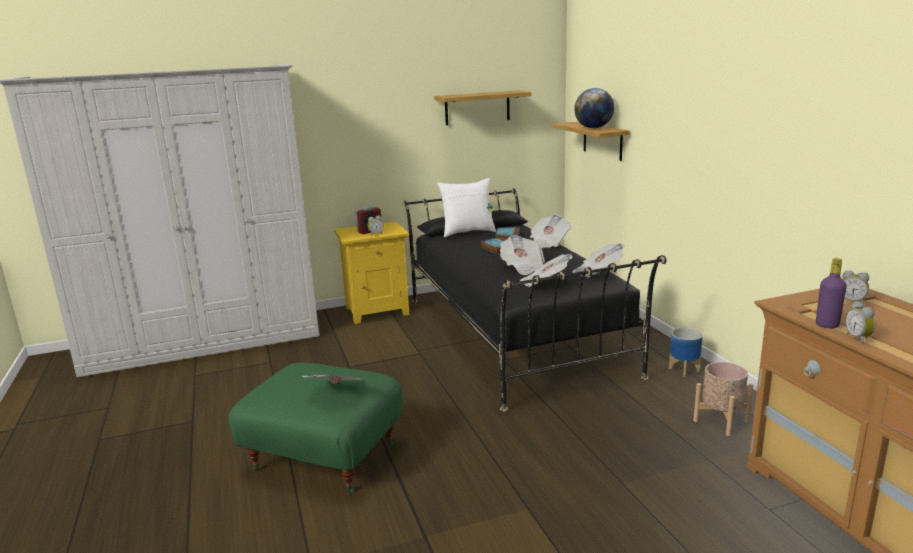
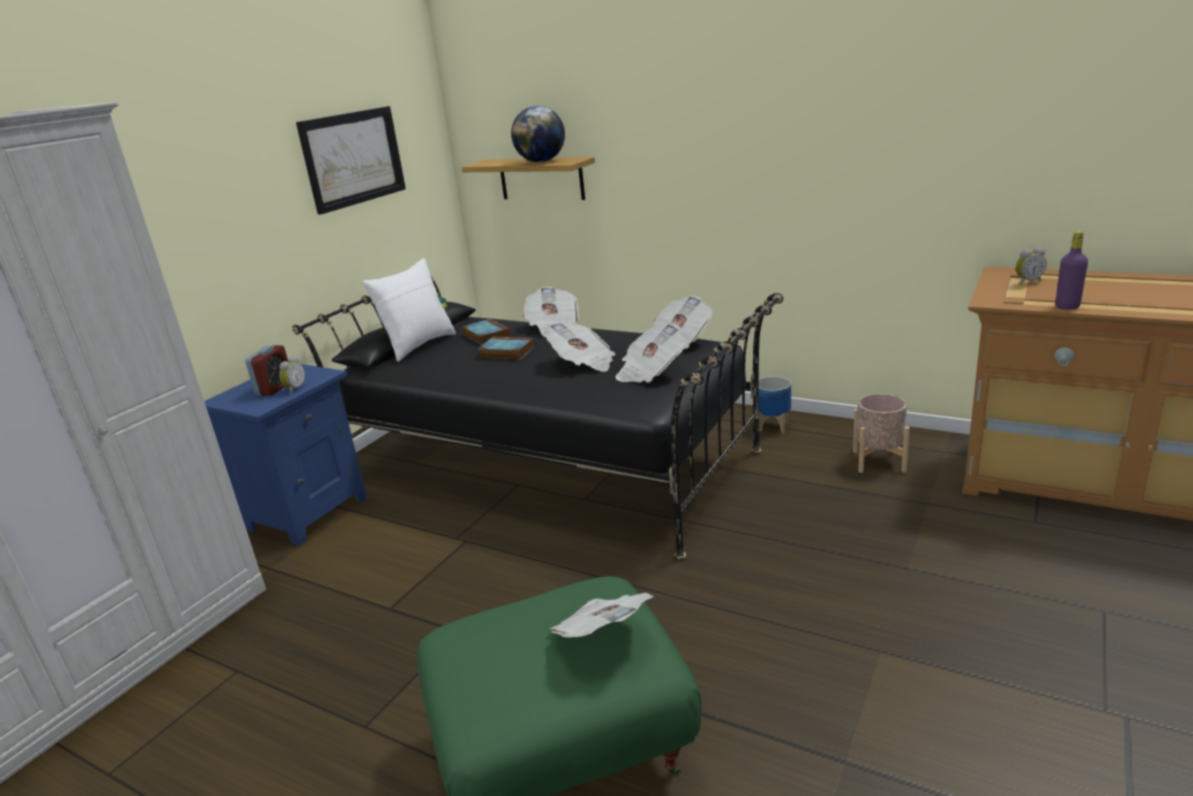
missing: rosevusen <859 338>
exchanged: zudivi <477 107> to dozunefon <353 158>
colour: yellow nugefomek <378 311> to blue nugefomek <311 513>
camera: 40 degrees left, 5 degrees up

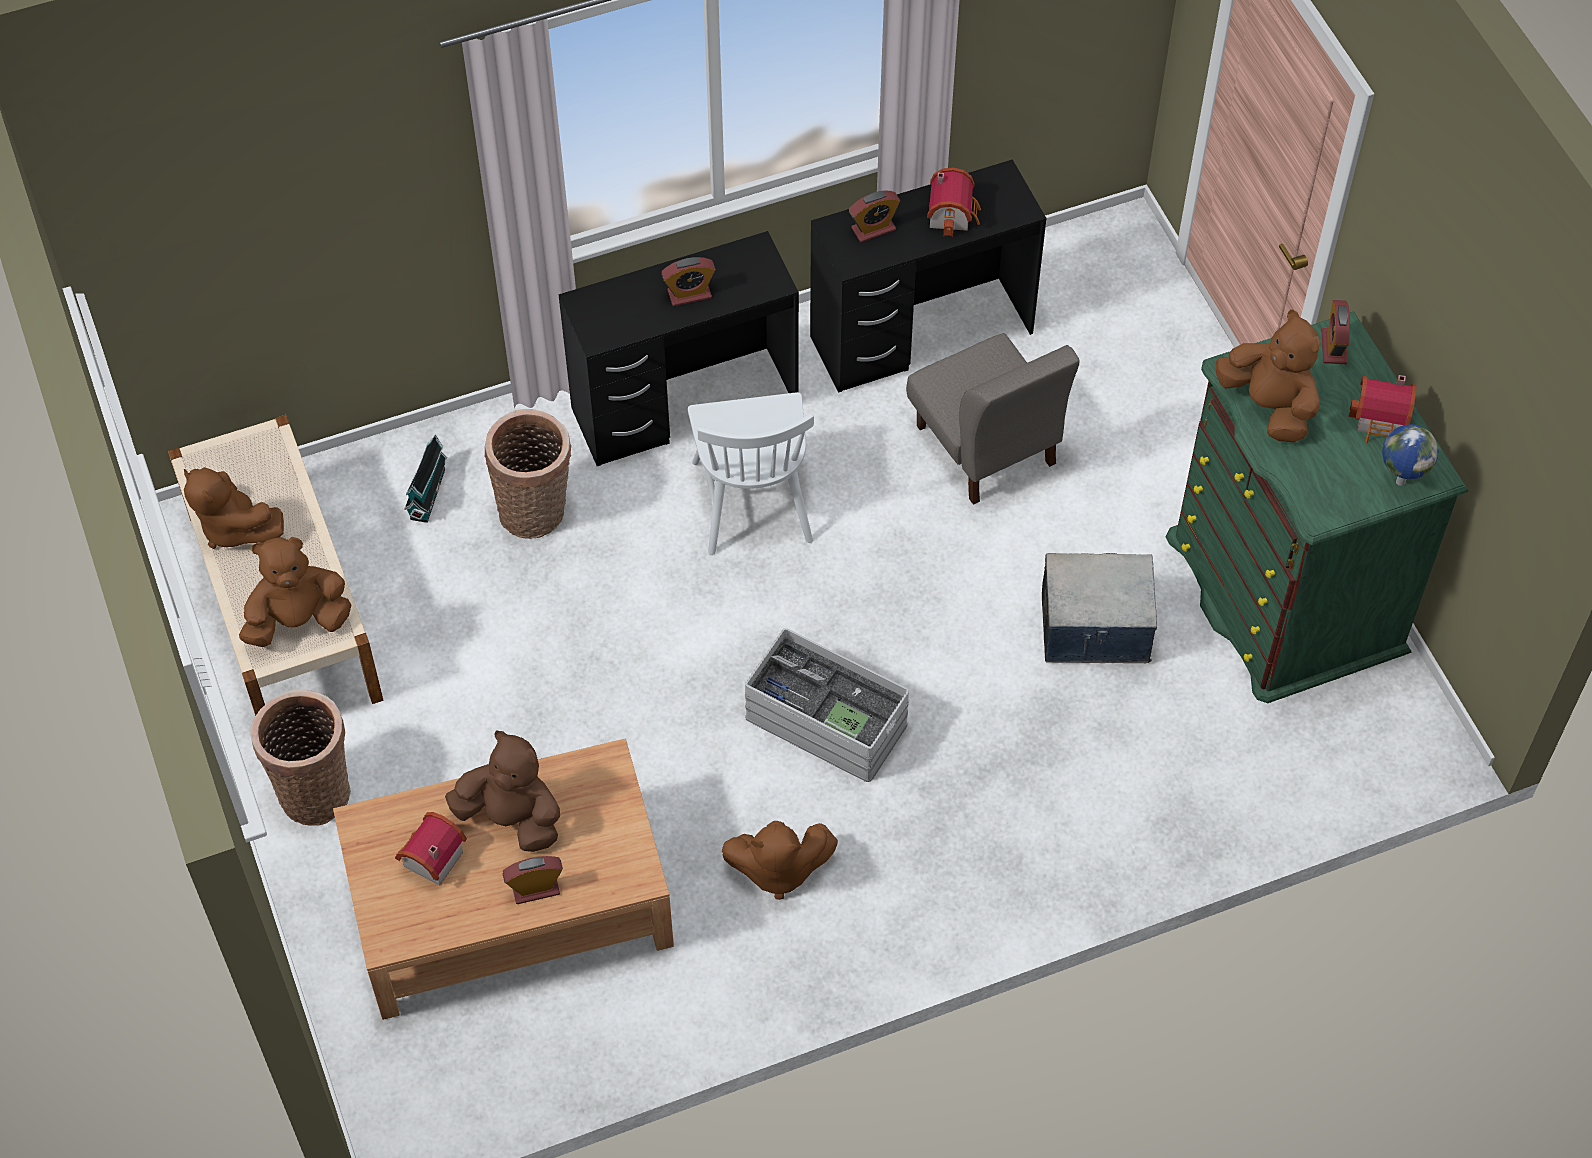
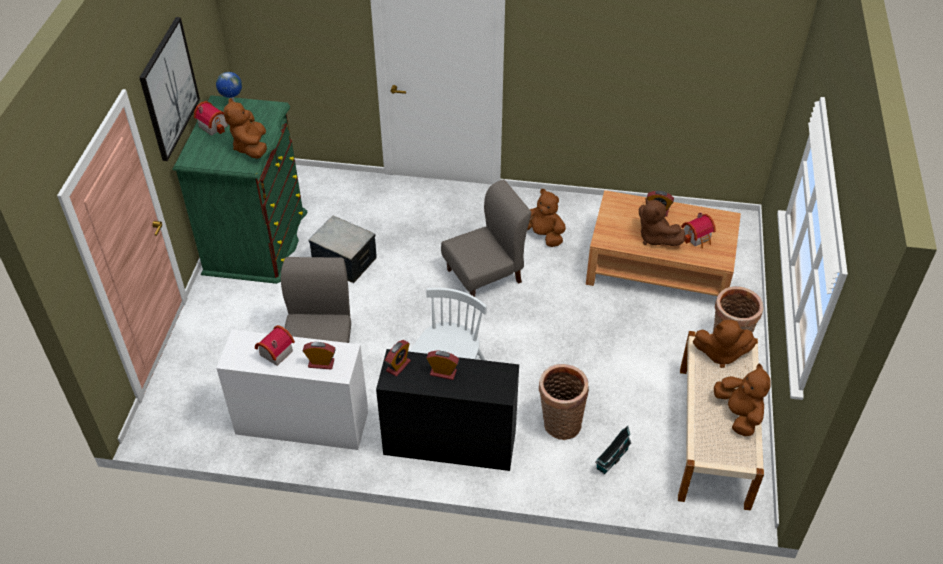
appeared: dozunefon <169 89>
relocated: rosevusen <1334 347> to <398 366>
exchanged: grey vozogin <825 722> to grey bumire <485 276>
colour: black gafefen <921 334> to white gafefen <302 423>
camera: 150 degrees left, 10 degrees down

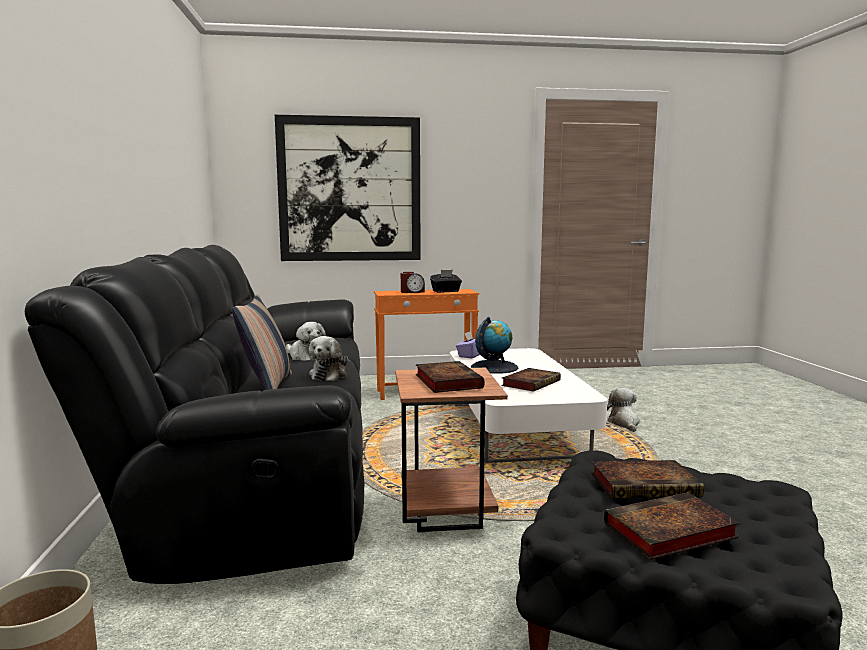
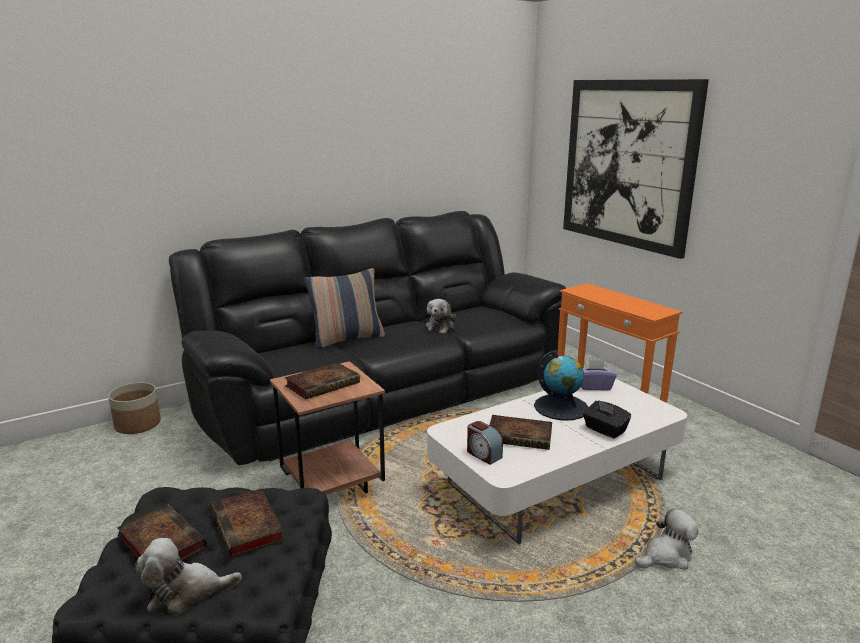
relocated: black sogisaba <446 291> to <604 430>; rosevusen <412 292> to <483 454>; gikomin <329 375> to <185 593>
camera: 65 degrees right, 10 degrees up

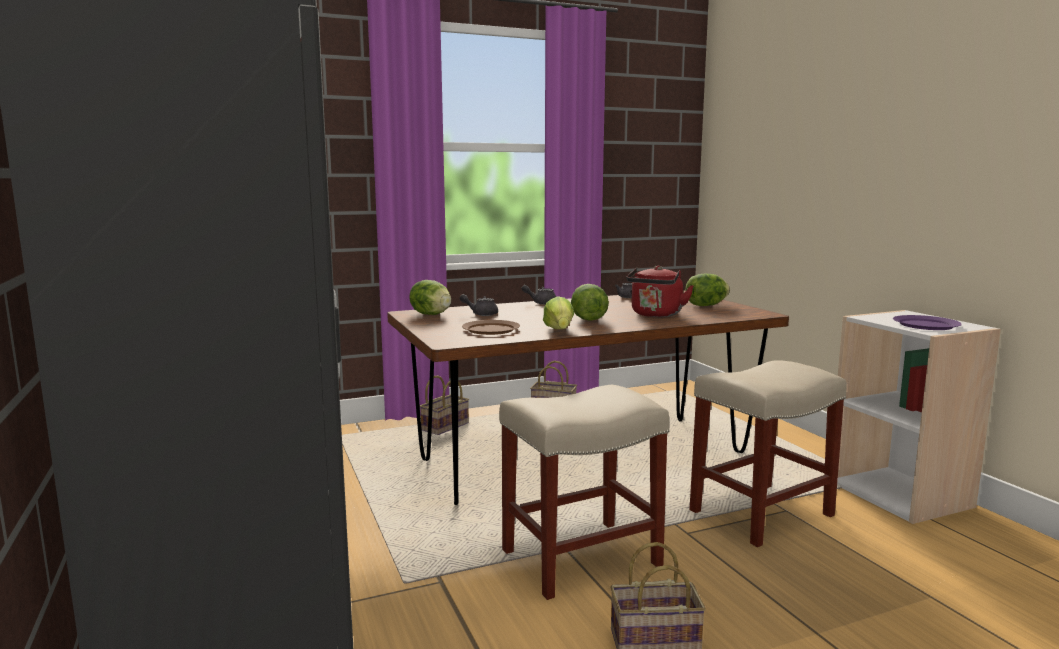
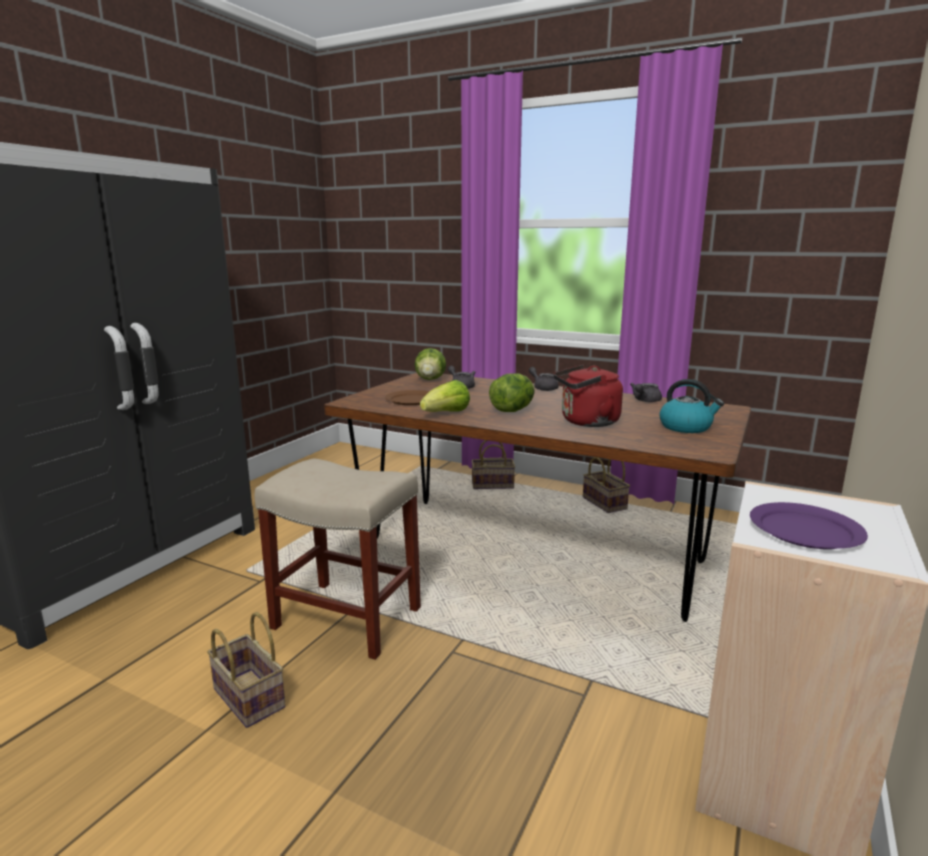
missing: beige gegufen <760 514>
exchanged: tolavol <706 305> to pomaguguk <686 427>
camera: 50 degrees right, 5 degrees up

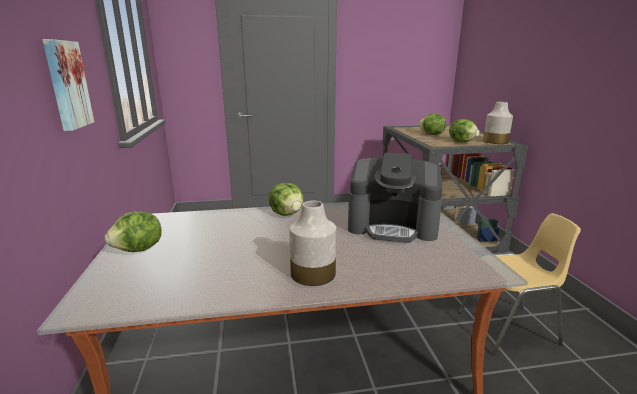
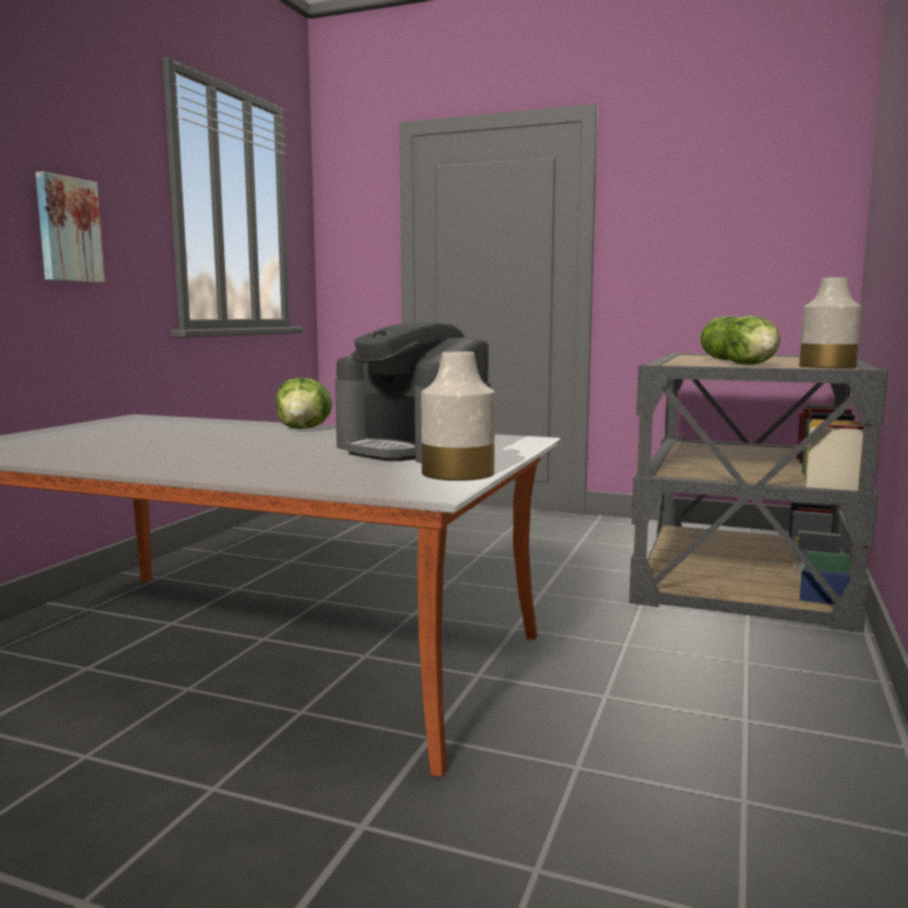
missing: tolavol <139 250>; yellow bumire <509 328>
relocated: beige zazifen <313 273> to <457 473>
camera: 30 degrees right, 10 degrees down

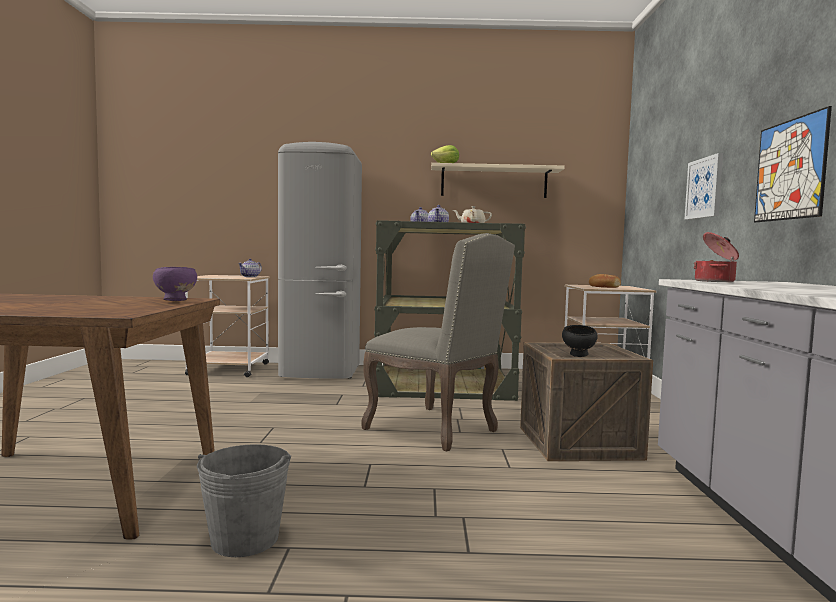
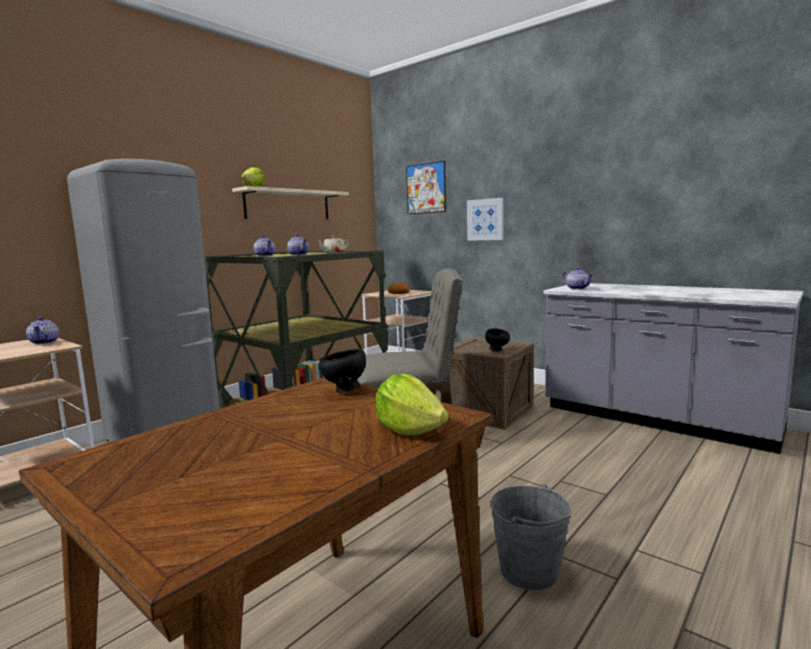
appeared: tolavol <409 430>
relocated: dozunefon <790 169> to <426 188>
exchanged: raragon <715 281> to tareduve <577 288>
colour: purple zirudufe <174 301> to black zirudufe <344 391>
camera: 50 degrees left, 5 degrees up

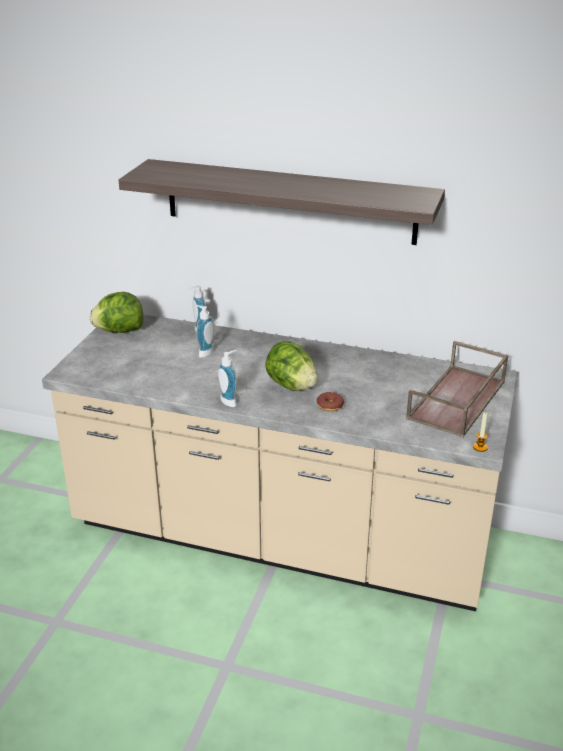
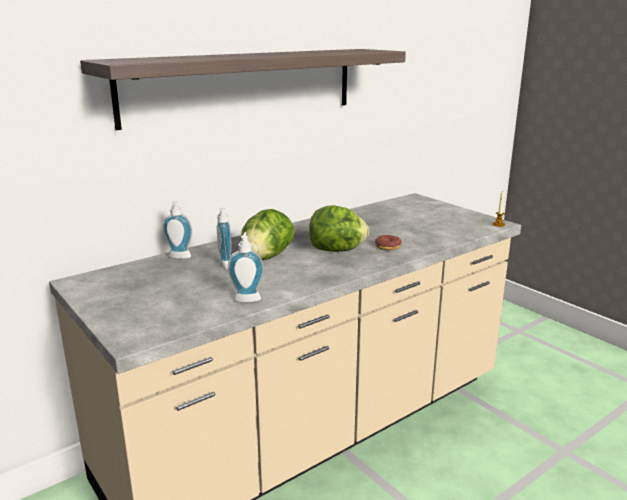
missing: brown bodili <457 401>
relocated: tolavol <119 331> to <266 257>; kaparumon <230 401> to <247 298>
camera: 55 degrees left, 10 degrees down

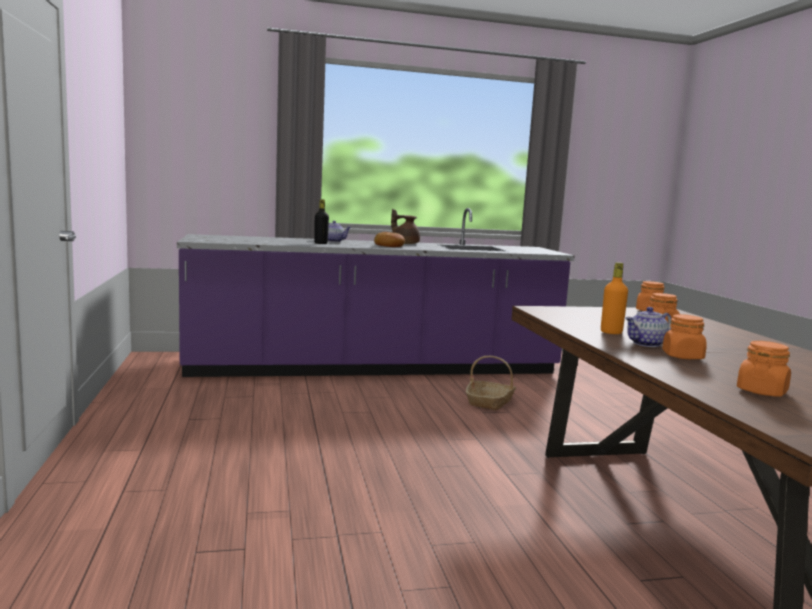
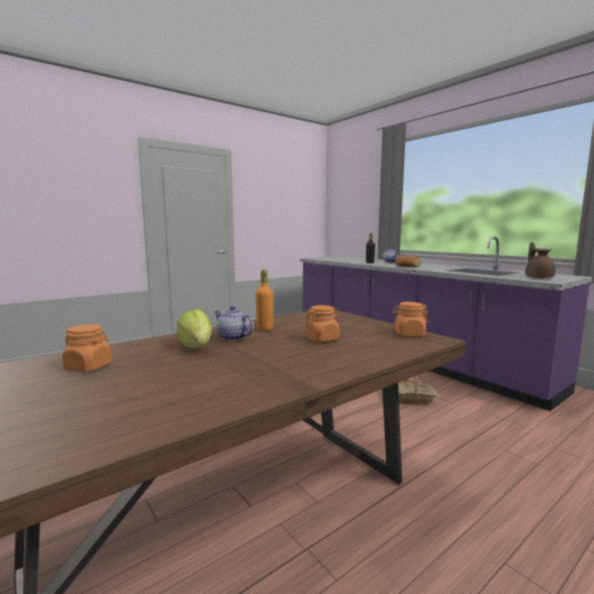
relocated: brown tareduve <405 243> to <538 277>
exchanged: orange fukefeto <682 356> to tolavol <197 347>
camera: 65 degrees right, 0 degrees up

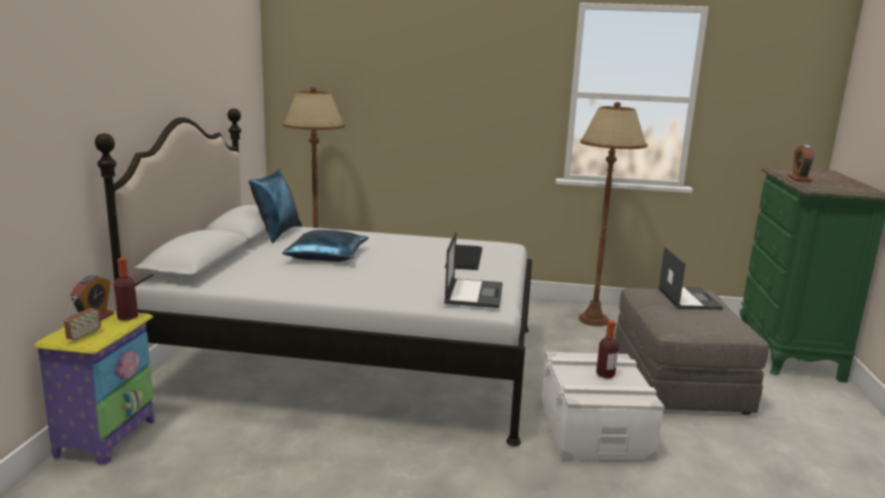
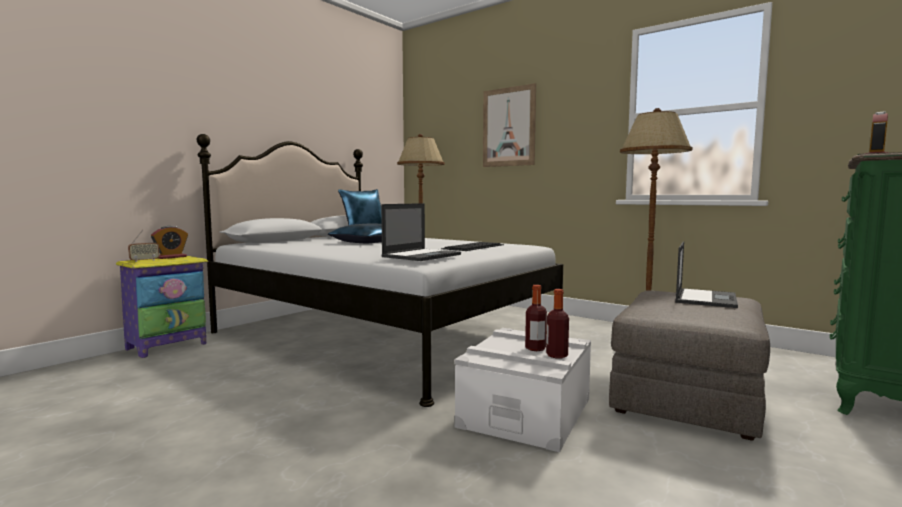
appeared: dozunefon <508 127>
relocated: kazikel <127 317> to <557 355>
camera: 30 degrees right, 10 degrees down

